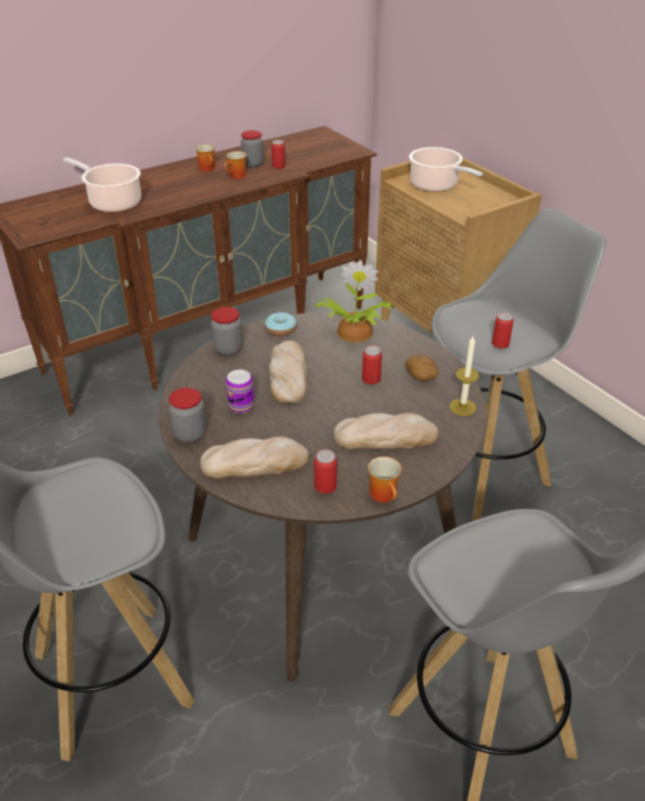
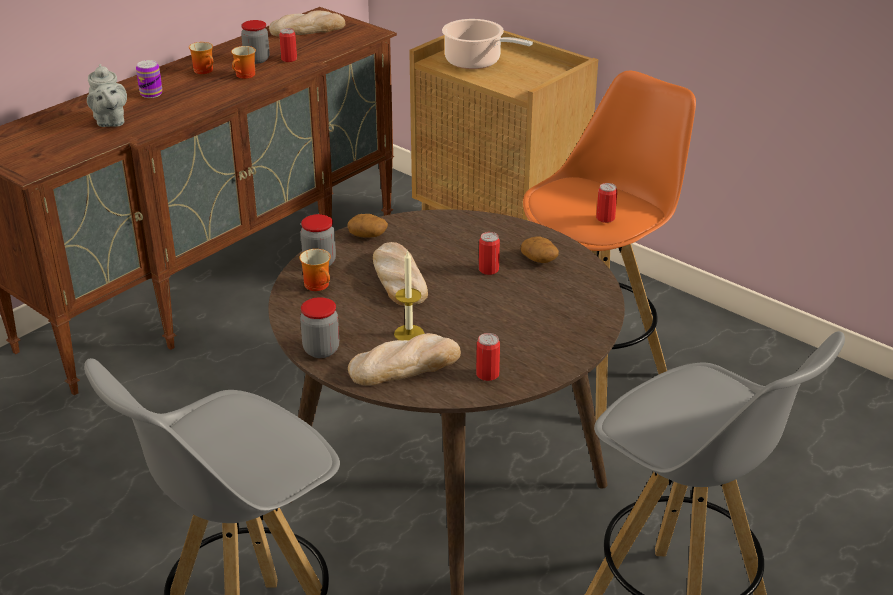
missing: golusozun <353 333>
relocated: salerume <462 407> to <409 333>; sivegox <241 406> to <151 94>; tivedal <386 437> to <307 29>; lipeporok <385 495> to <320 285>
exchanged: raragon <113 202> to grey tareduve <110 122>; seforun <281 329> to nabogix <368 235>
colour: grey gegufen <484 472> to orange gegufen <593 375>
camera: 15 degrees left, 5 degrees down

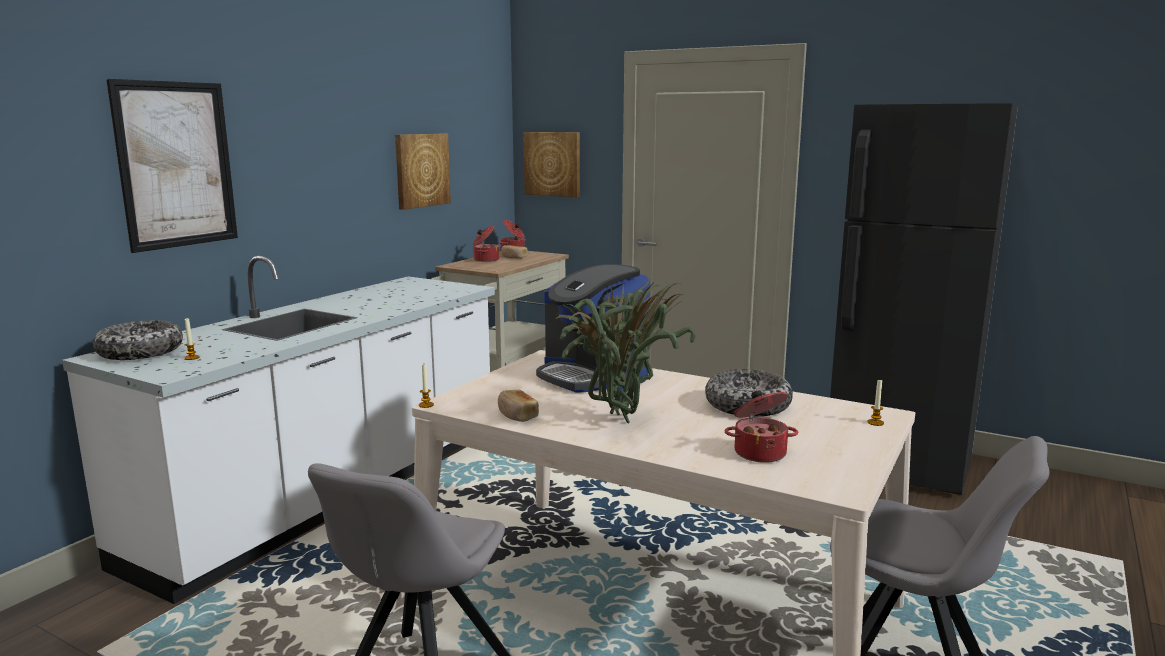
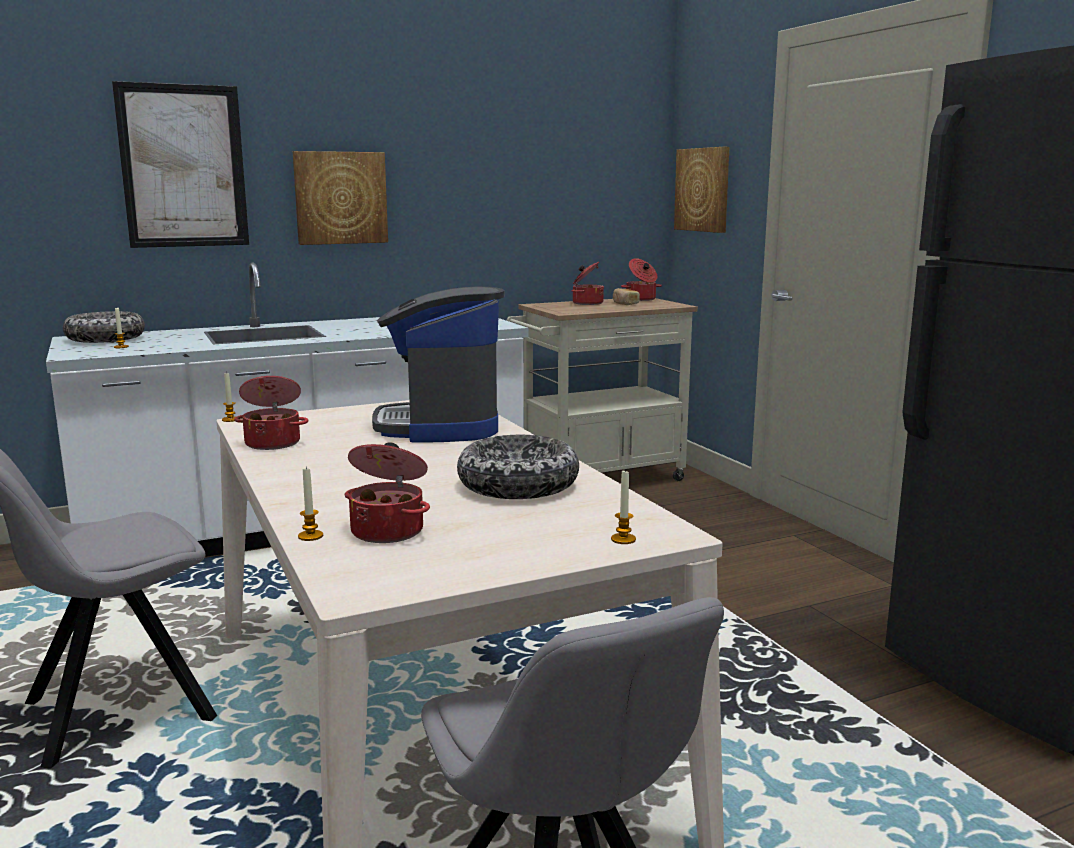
missing: golusozun <617 423>
appeared: salerume <310 536>
relocated: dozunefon <421 170> to <340 198>
exchanged: tivedal <517 415> to raragon <273 443>
camera: 35 degrees right, 0 degrees up

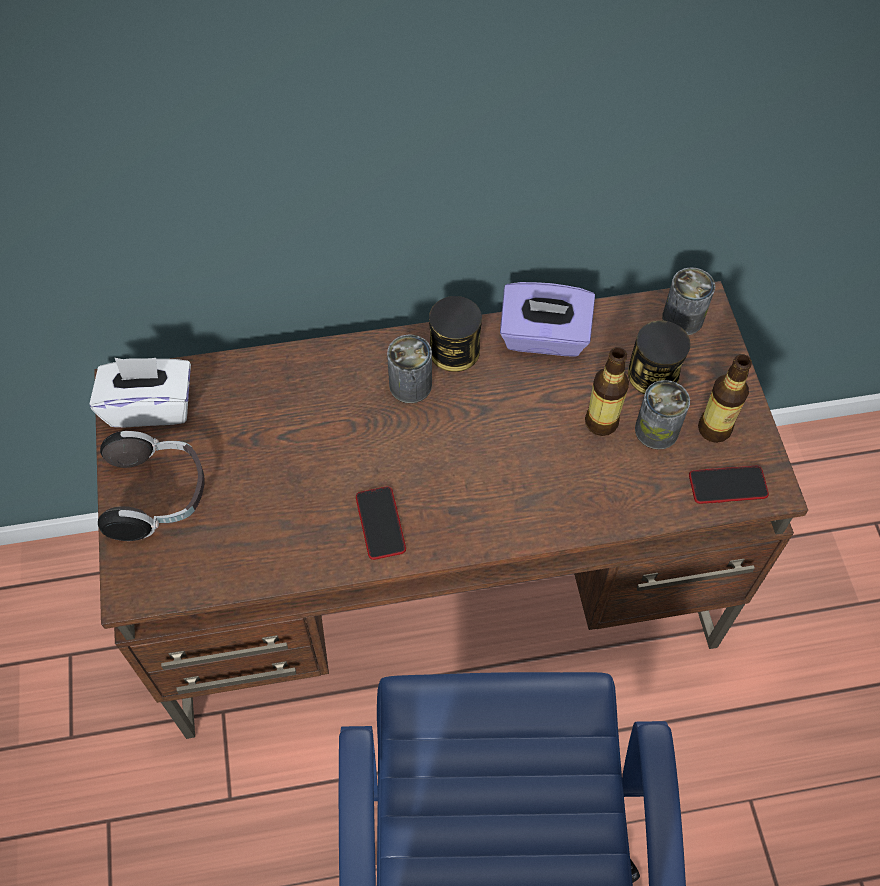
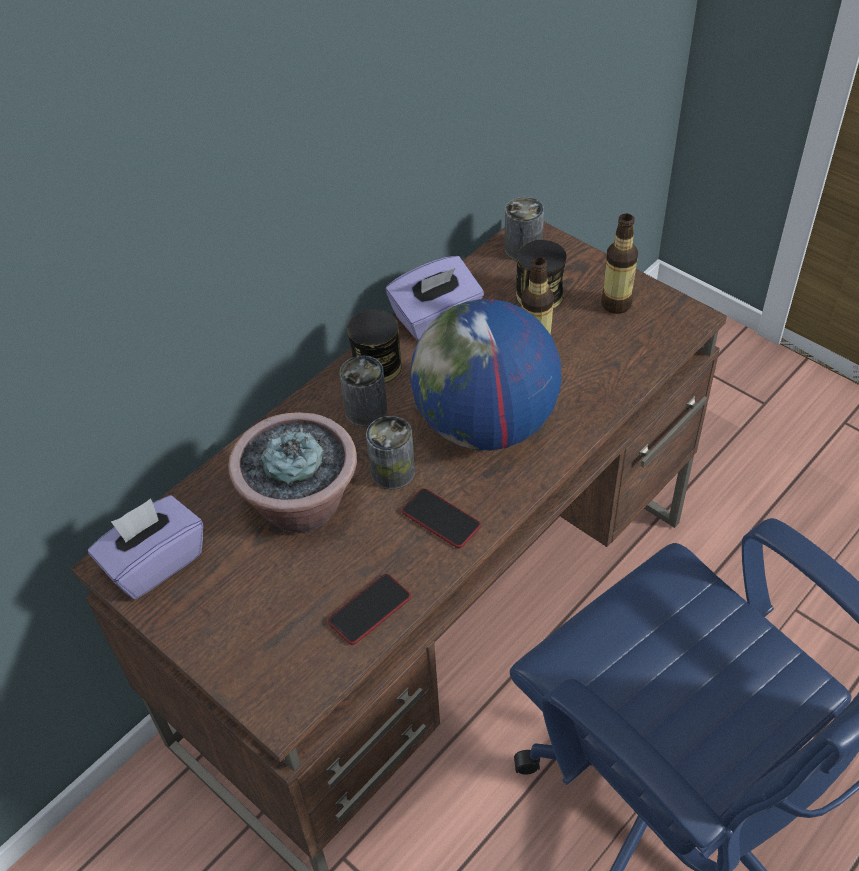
missing: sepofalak <157 496>
appeared: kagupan <485 425>; golusozun <301 505>
relocated: sivegox <656 430> to <392 471>; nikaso <728 485> to <369 610>
colour: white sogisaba <150 406> to purple sogisaba <154 562>
camera: 35 degrees left, 10 degrees down

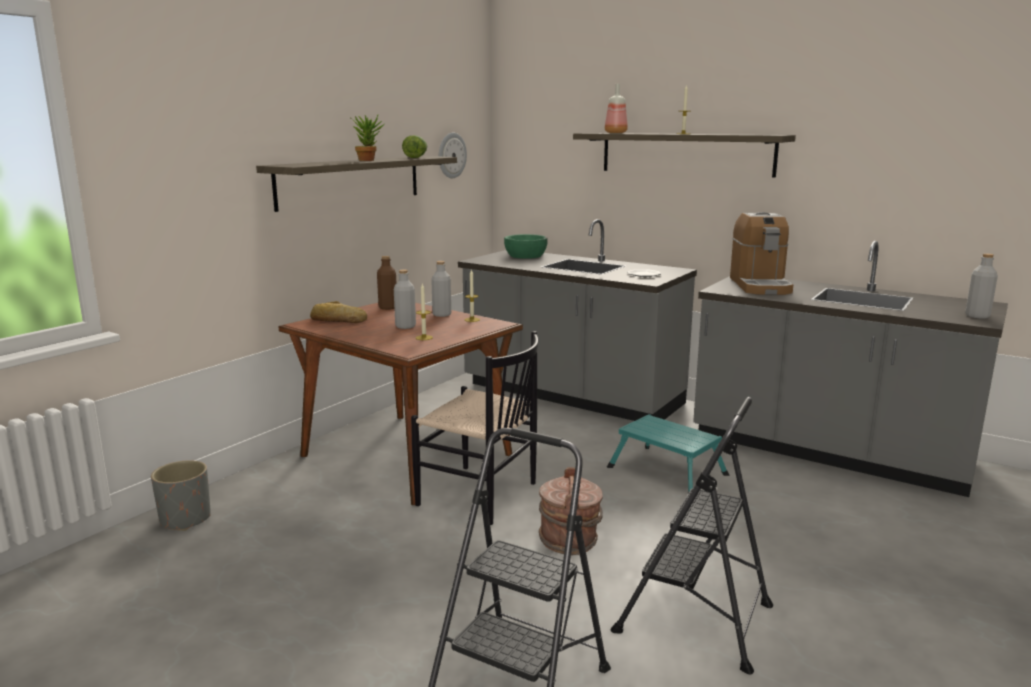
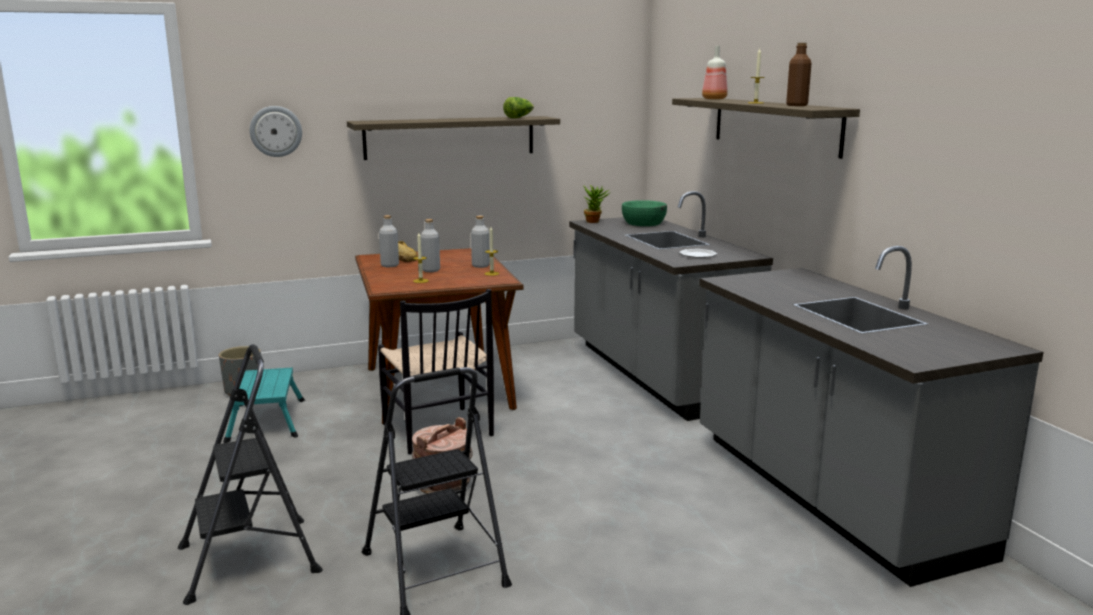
missing: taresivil <760 285>
relocated: golusozun <369 160> to <595 221>; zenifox <451 155> to <276 131>; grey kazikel <977 316> to <390 265>; brown kazikel <388 307> to <796 105>; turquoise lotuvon <667 471> to <266 420>
camera: 35 degrees right, 0 degrees up

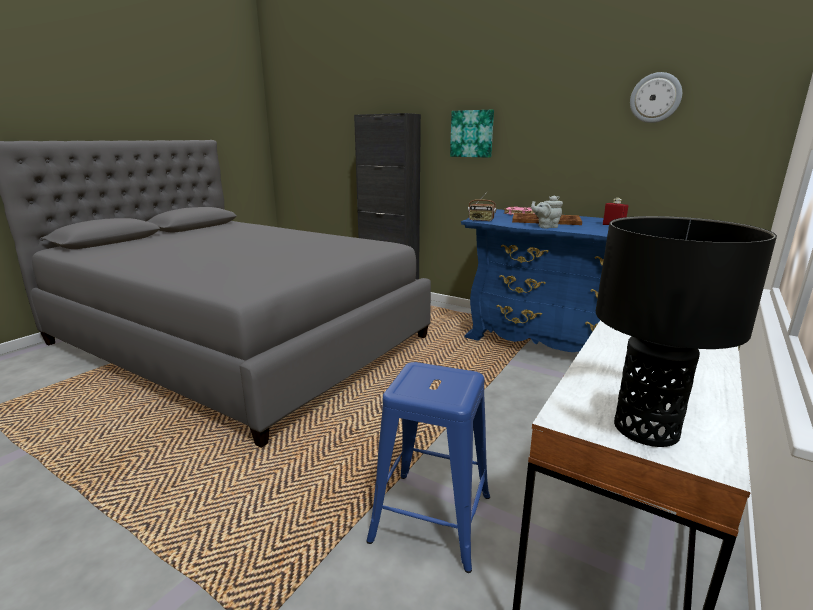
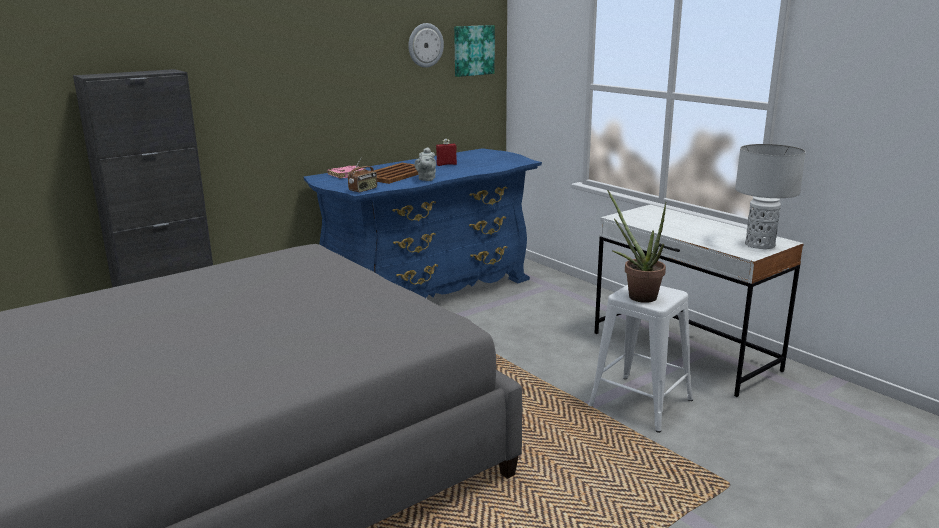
appeared: golusozun <637 295>
relocated: dozunefon <472 134> to <473 50>
colour: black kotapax <647 429> to white kotapax <760 244>; blue gegufen <432 517> to white gegufen <640 402>
camera: 70 degrees left, 0 degrees up

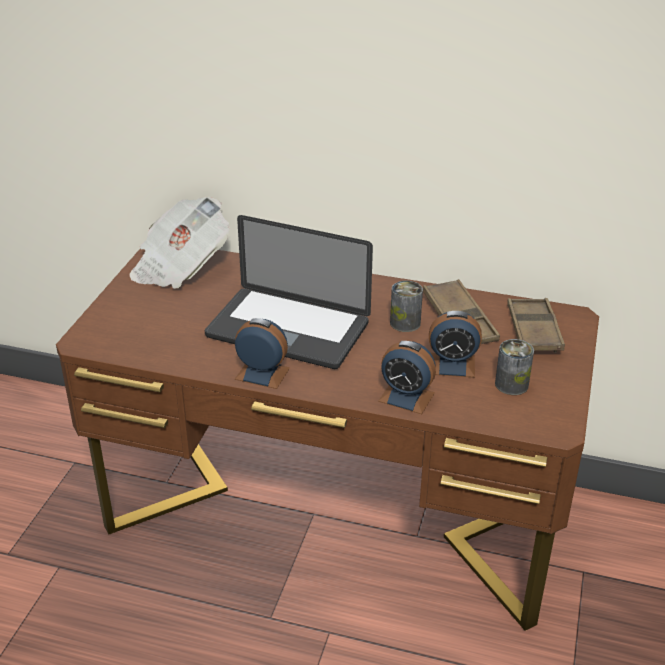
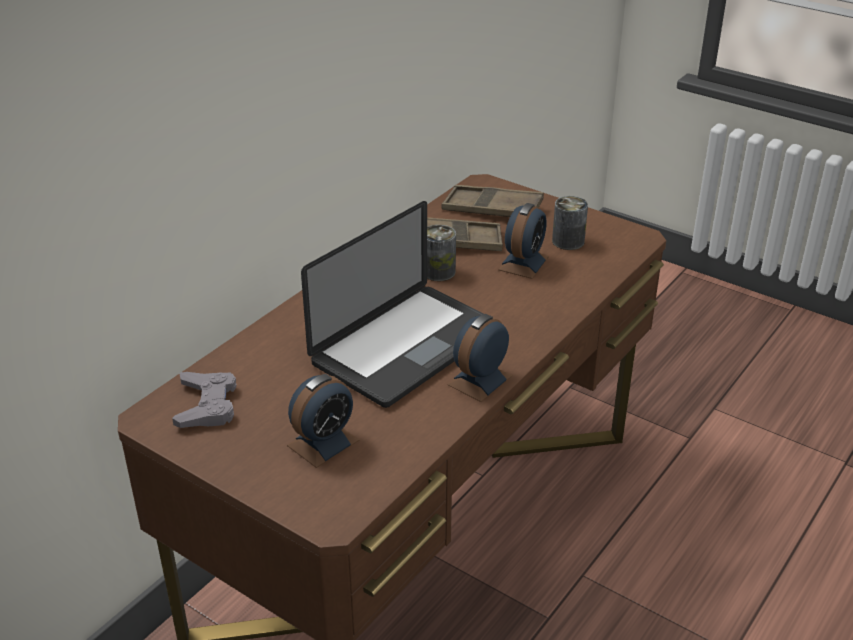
relocated: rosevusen <406 397> to <323 443>
exchanged: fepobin <180 267> to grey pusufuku <207 405>
camera: 70 degrees left, 0 degrees up

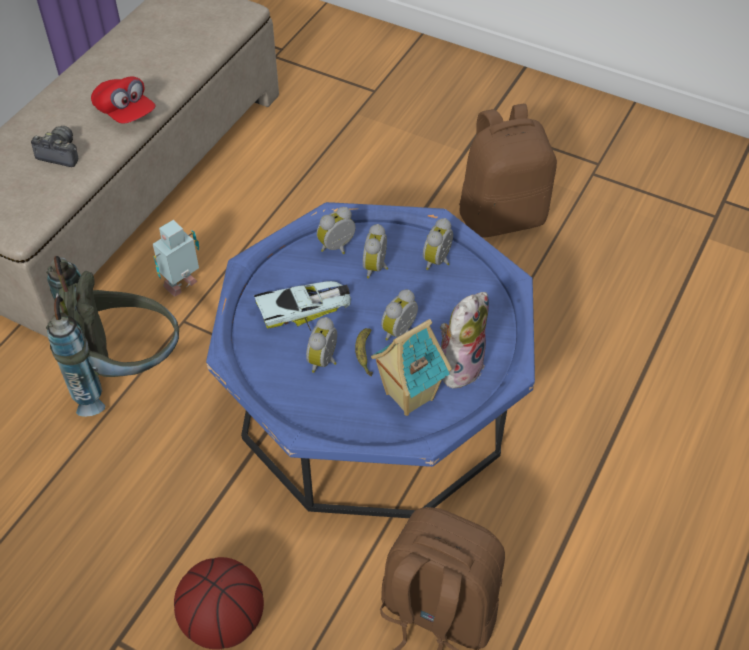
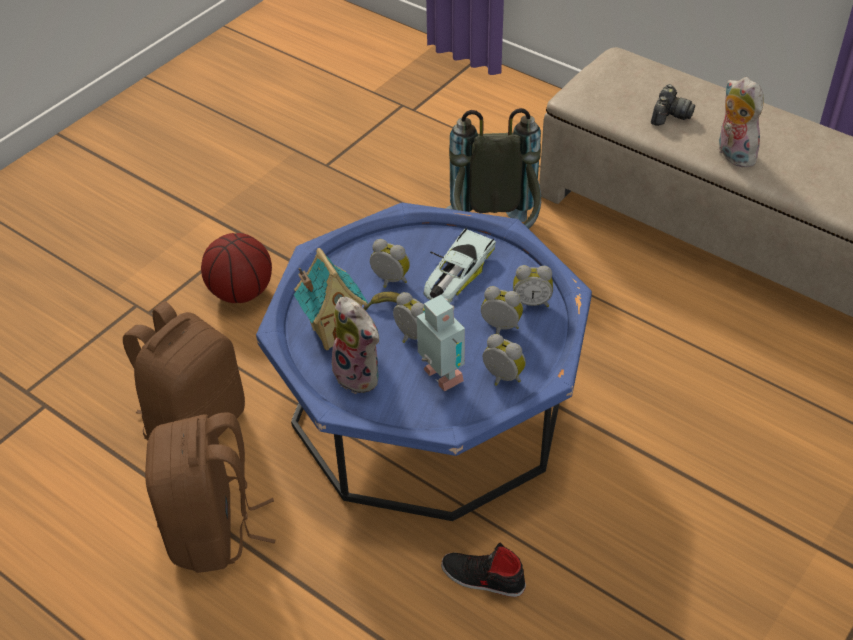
appeared: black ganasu <482 578>
relocated: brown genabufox <502 215> to <214 531>; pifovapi <183 285> to <441 378>
exchanged: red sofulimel <125 112> to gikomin <732 154>
spun: rosevusen <338 248> = <531 302> 120 degrees clockwise; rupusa <305 308> = <455 272> 45 degrees clockwise
camera: 100 degrees right, 5 degrees down

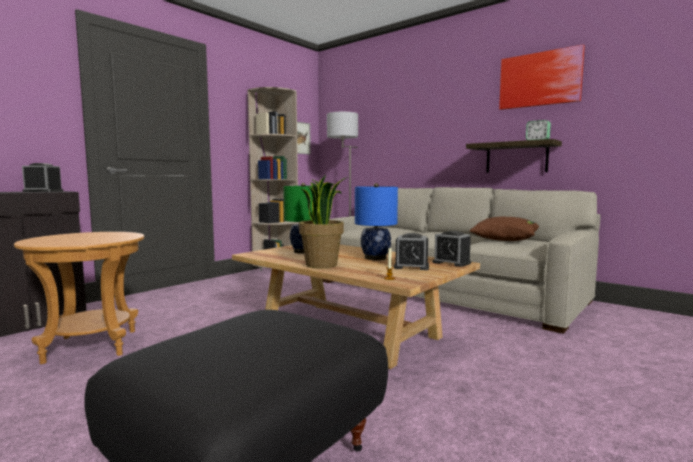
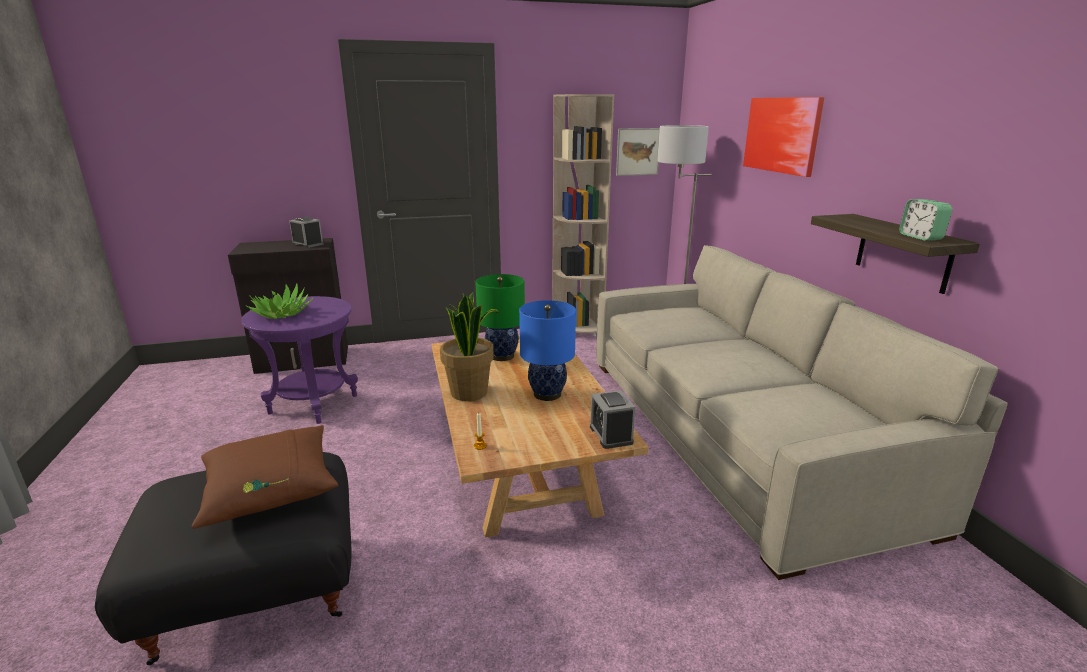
missing: rosevusen <411 267>
appeared: golusozun <281 314>
relocated: dozunefon <539 79> to <782 135>; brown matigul <505 240> to <270 490>
colour: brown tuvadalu <91 346> to purple tuvadalu <313 404>
camera: 35 degrees right, 15 degrees up

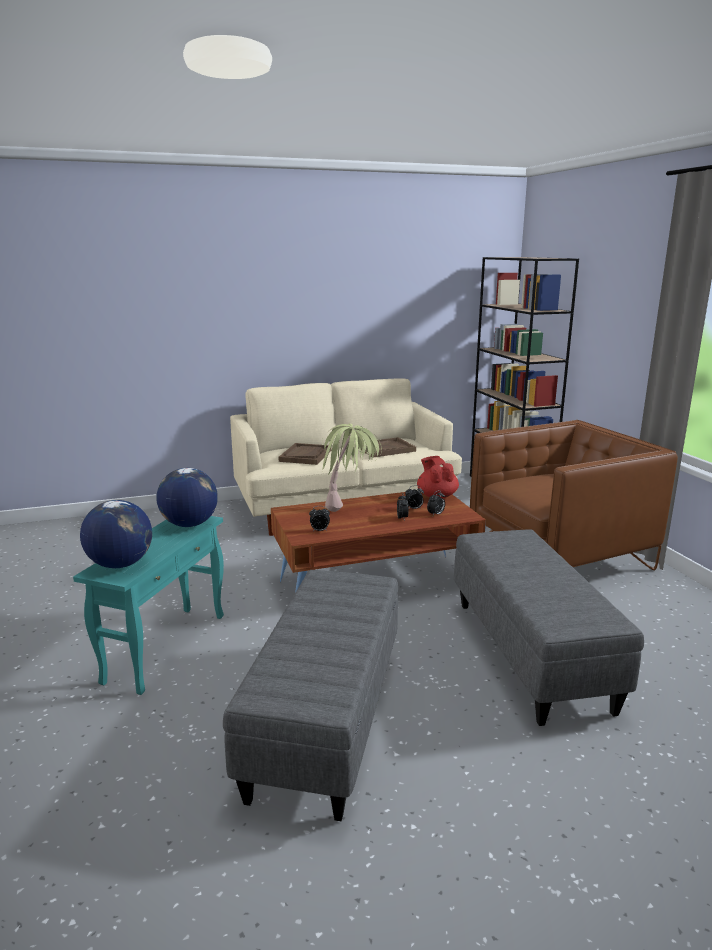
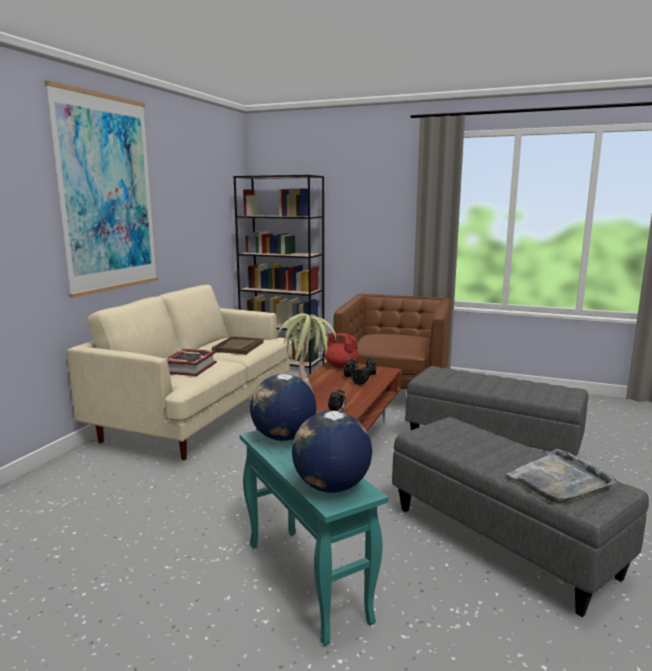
appeared: dozunefon <107 194>; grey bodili <560 480>
exchanged: brown bodili <305 455> to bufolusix <189 368>
camera: 50 degrees left, 5 degrees down

